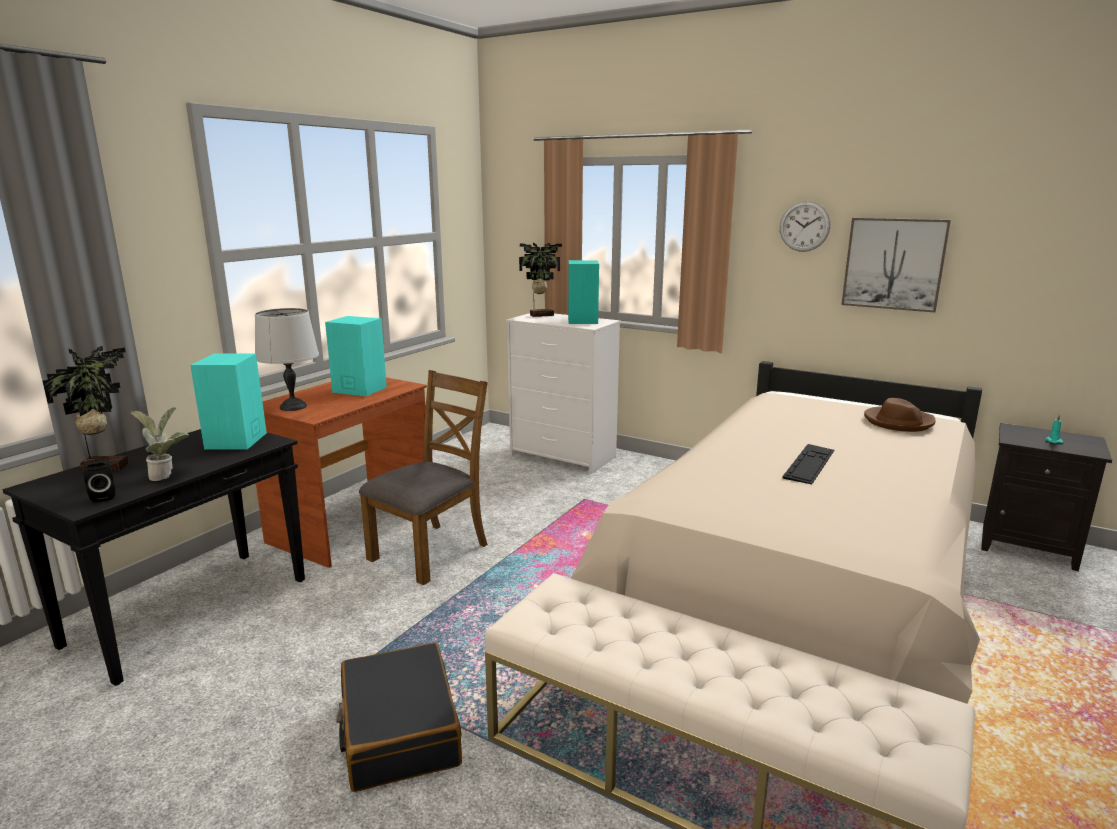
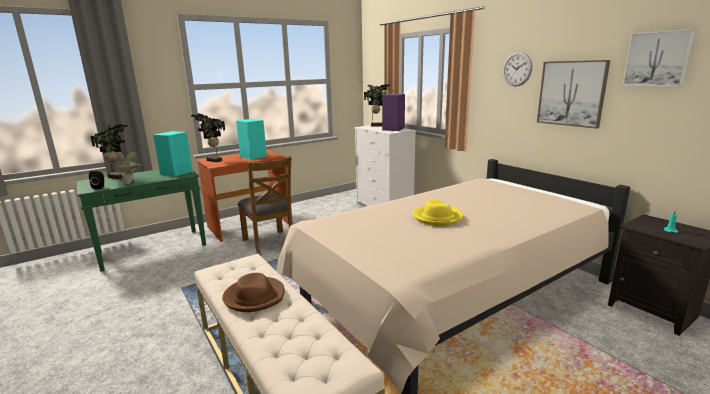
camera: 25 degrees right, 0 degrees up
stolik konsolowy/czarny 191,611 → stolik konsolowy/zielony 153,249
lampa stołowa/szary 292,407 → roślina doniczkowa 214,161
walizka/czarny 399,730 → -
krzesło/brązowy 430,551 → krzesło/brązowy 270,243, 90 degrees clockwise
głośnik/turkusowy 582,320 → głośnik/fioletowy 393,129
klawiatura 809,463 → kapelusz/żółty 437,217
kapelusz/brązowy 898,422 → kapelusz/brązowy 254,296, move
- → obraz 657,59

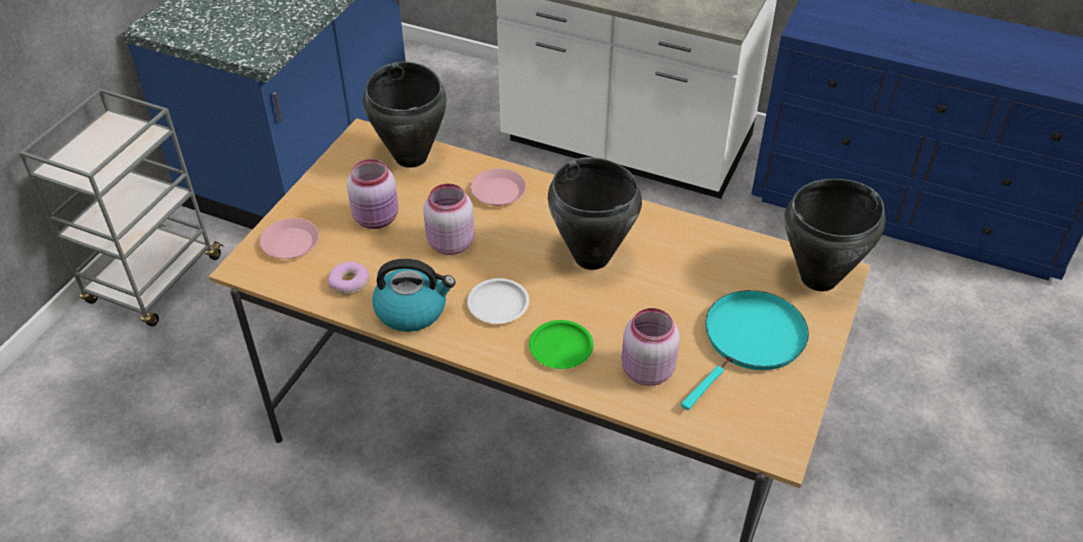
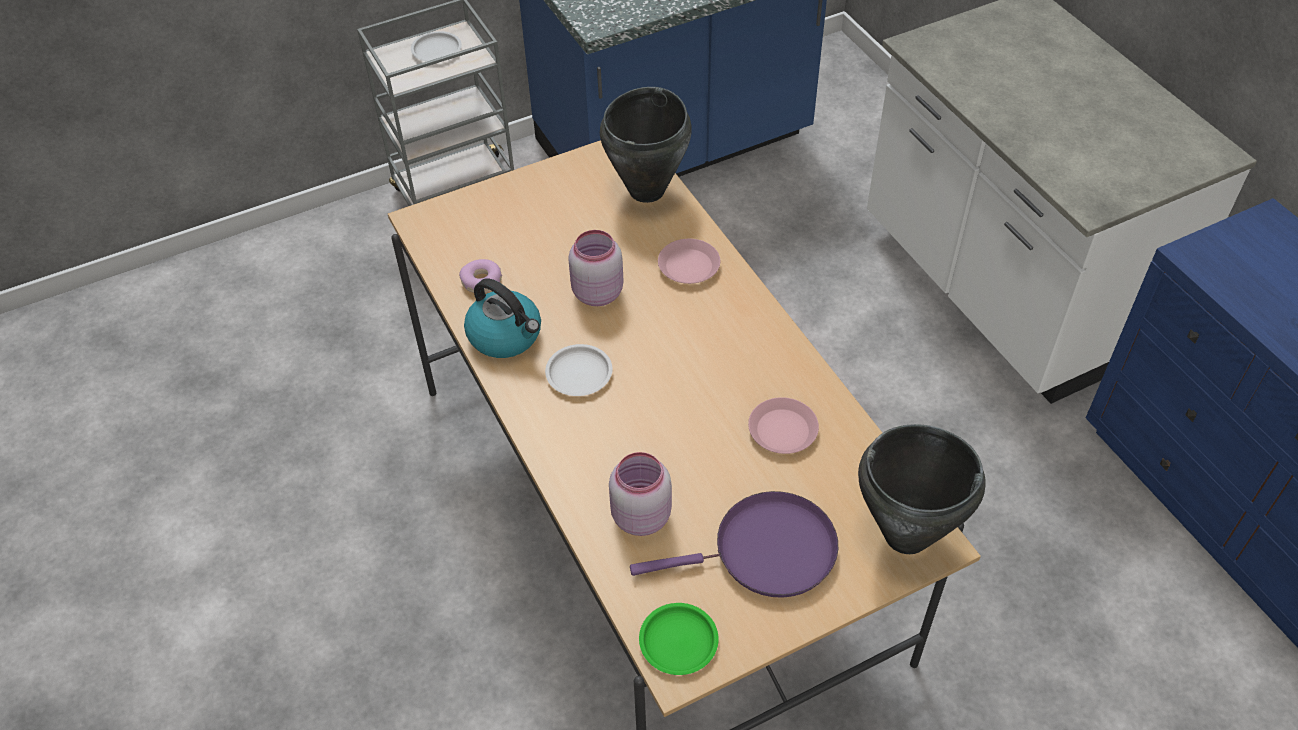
camera: 40 degrees right, 5 degrees up
talerz/różowy 291,243 → talerz/różowy 783,430, move
słoik/różowy 377,218 → -
talerz/zielony 561,348 → talerz/zielony 679,642, move
garnek/czarny 591,258 → -
patelnia/turkusowy 751,341 → patelnia/fioletowy 766,552
- → talerz/biały 437,51

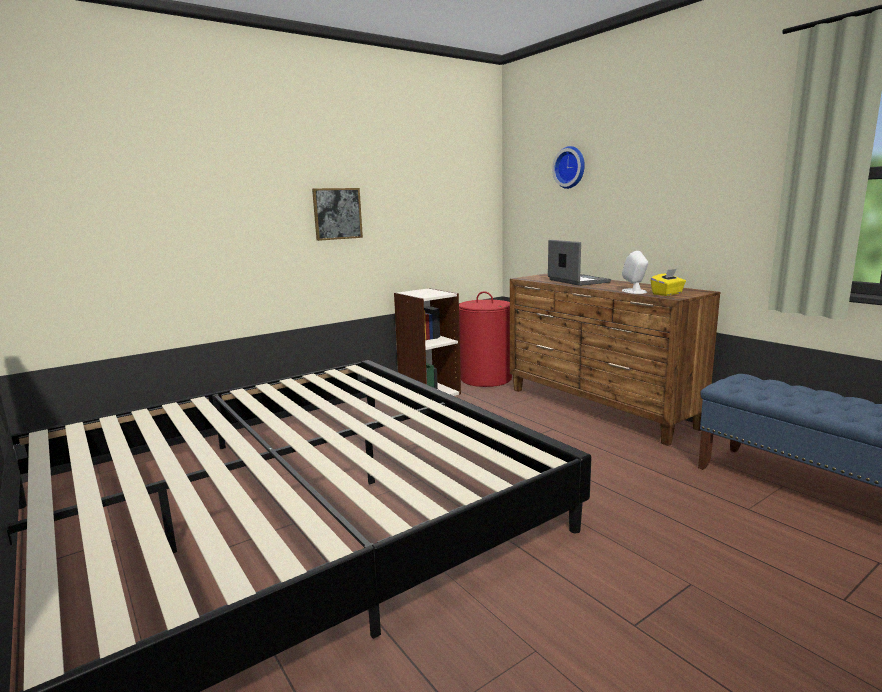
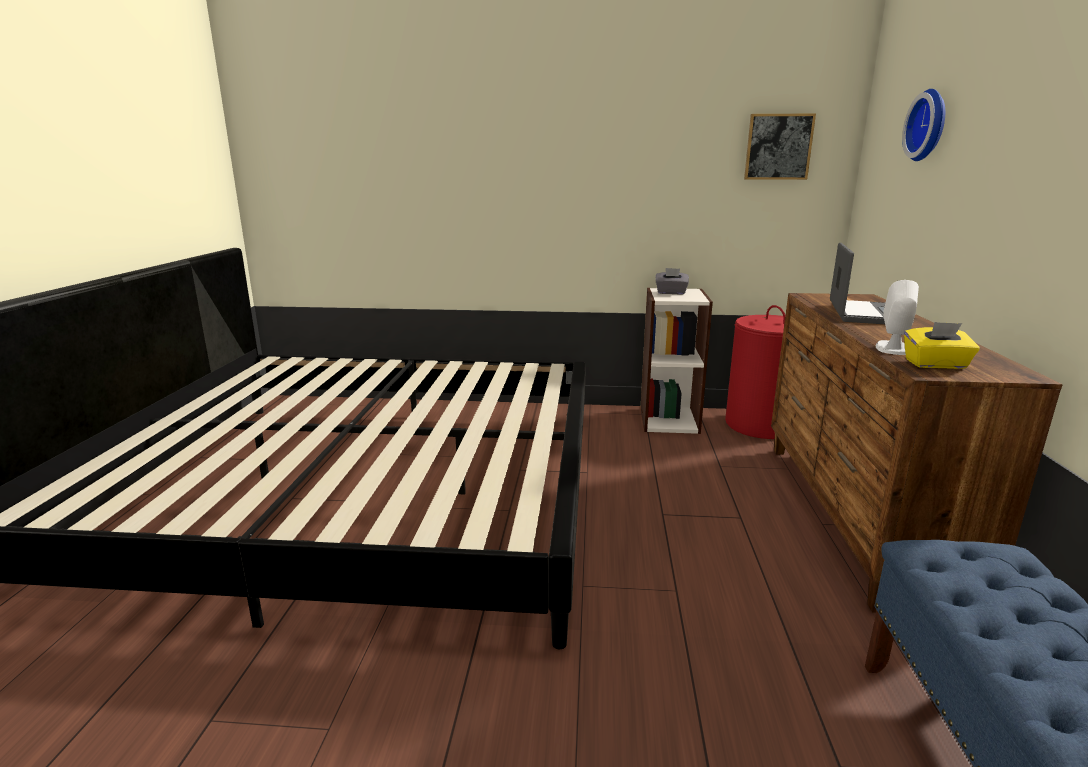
camera: 40 degrees right, 5 degrees up
obraz 337,213 → obraz 778,147, move
- → pudełko chusteczek/szary 671,293

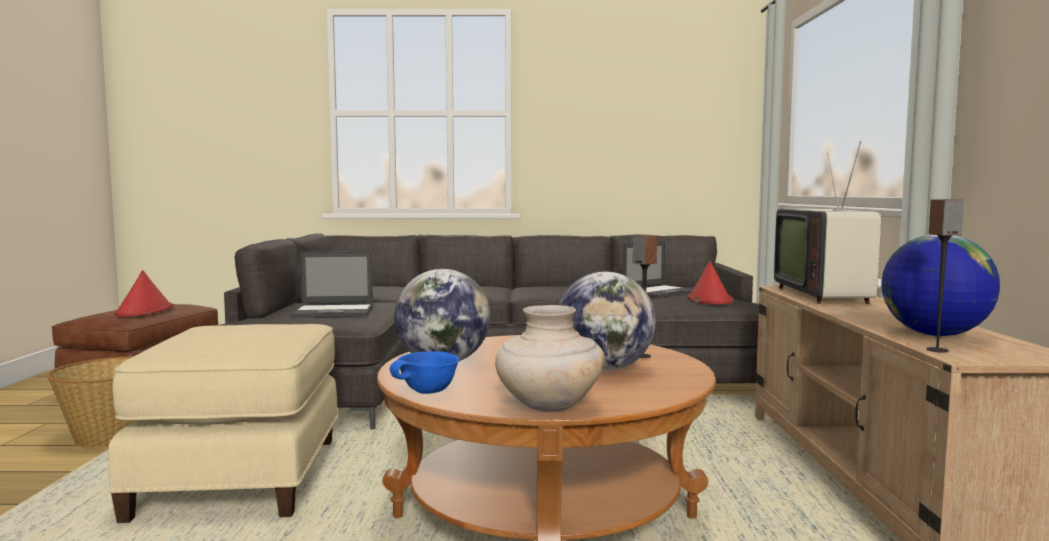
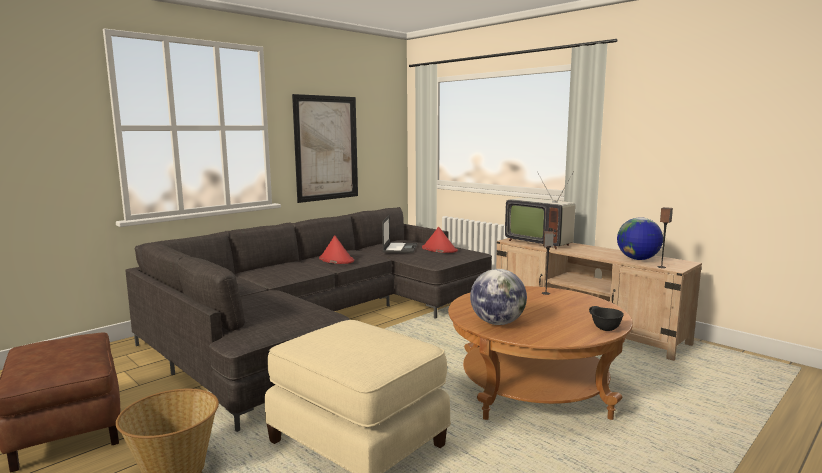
camera: 45 degrees left, 5 degrees up
kapelusz/czerwony 144,311 → kapelusz/czerwony 336,260, move
laptop 334,312 → -
miska/niebieski 427,392 → -
wazon/beżowy 548,406 → miska/czarny 604,329
globus 605,369 → -
- → obraz 326,148

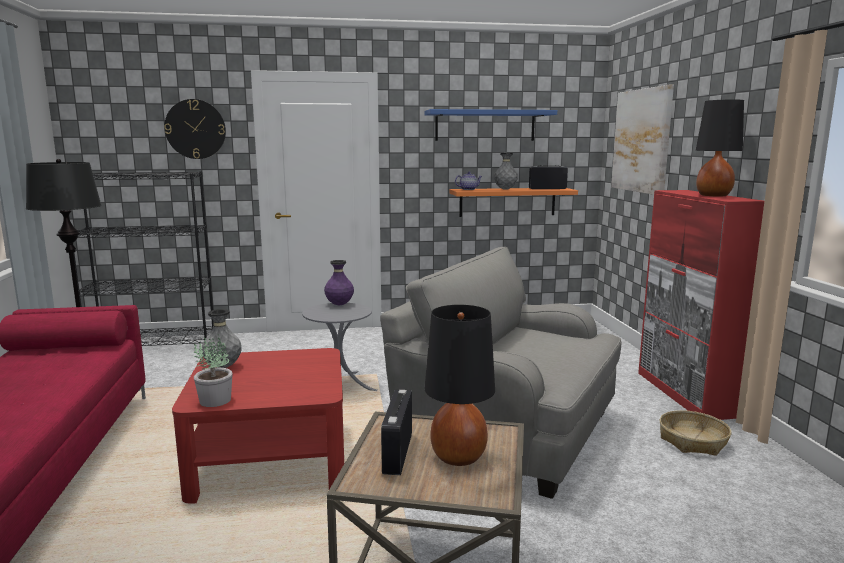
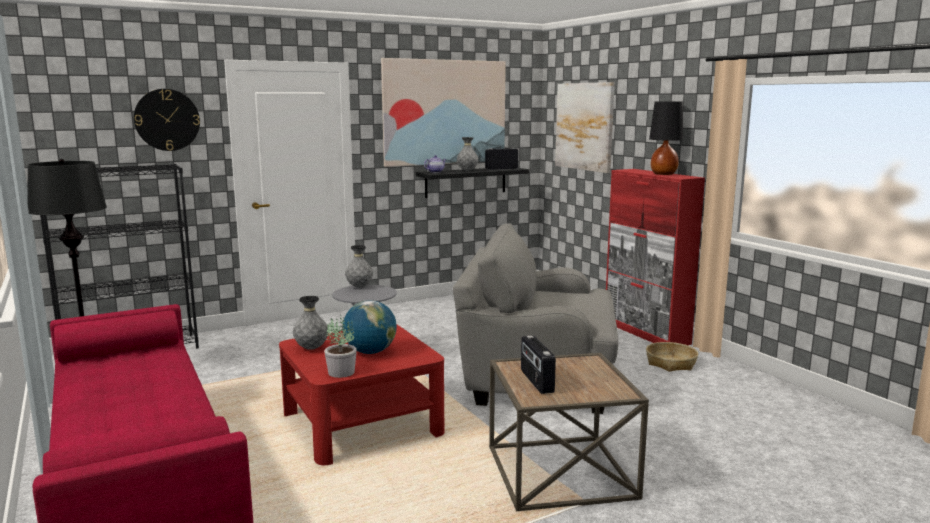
camera: 20 degrees left, 0 degrees up
wazon/fioletowy 339,304 → wazon/szary 359,287
półka/niebieski 485,126 → obraz 445,112
lampa stołowa/czarny 457,457 → -
półka/pomarańczowy 507,202 → półka/czarny 465,182
- → globus 370,352

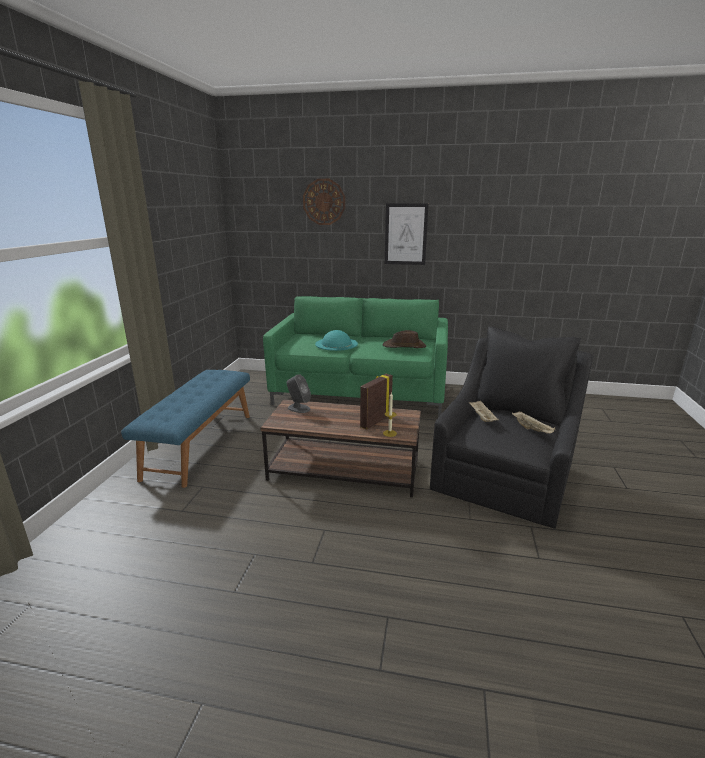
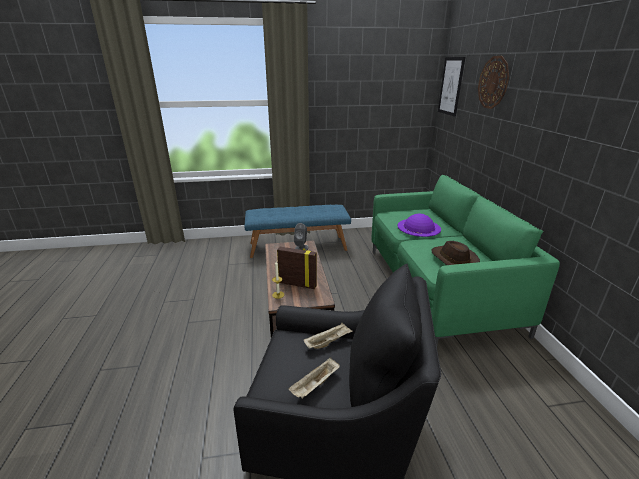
camera: 70 degrees right, 5 degrees up
kapelusz/turkusowy 336,344 → kapelusz/fioletowy 418,227
obraz 405,234 → obraz 451,86, move

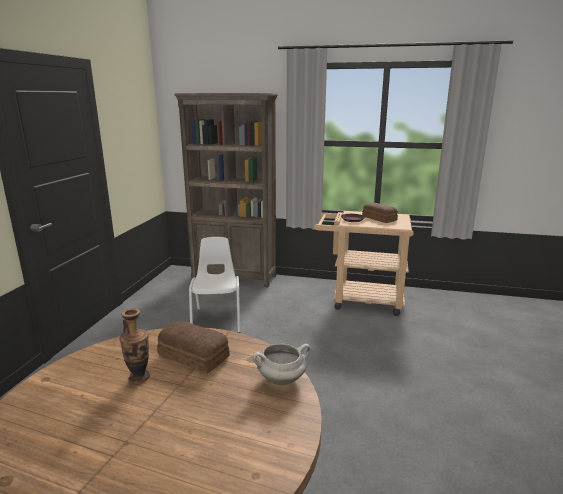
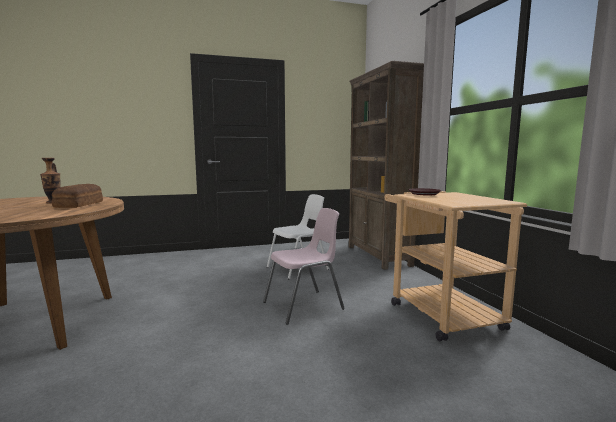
camera: 60 degrees right, 10 degrees down
garnek/biały 282,379 → -
chleb 379,218 → -
- → krzesło/różowy 304,306

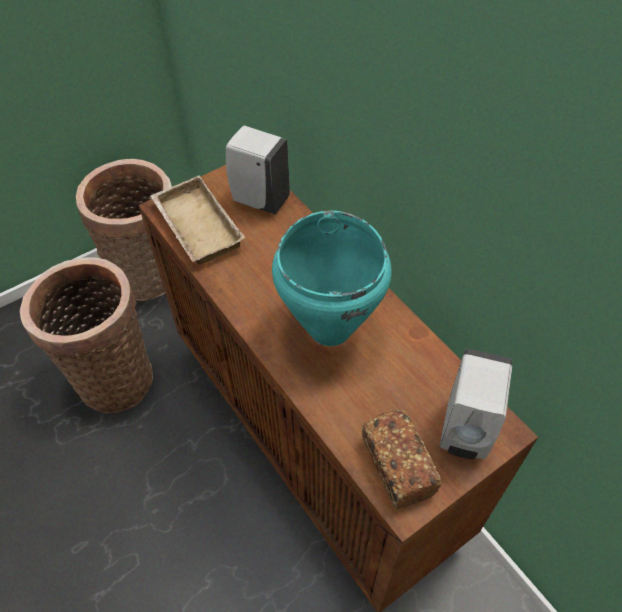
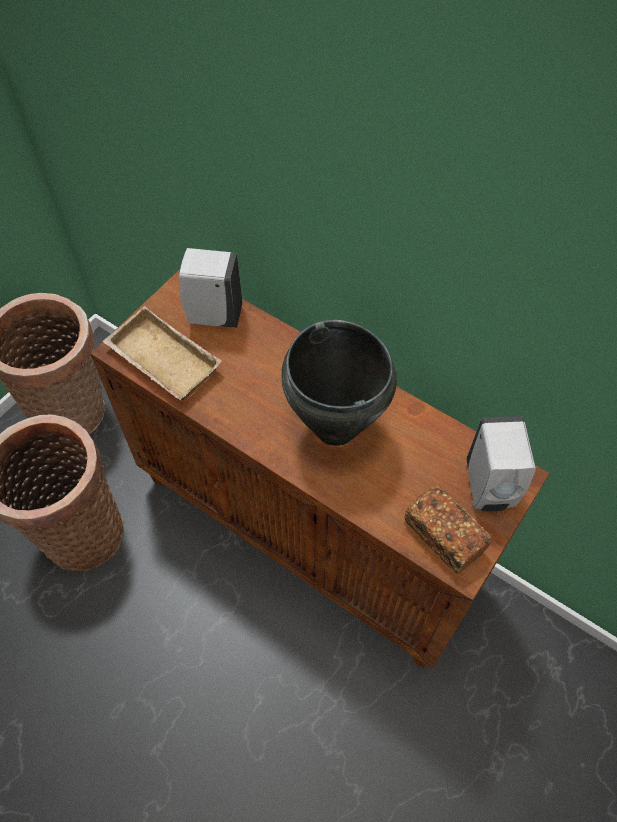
camera: 20 degrees left, 5 degrees up
garnek/turkusowy 329,329 → garnek/czarny 335,429

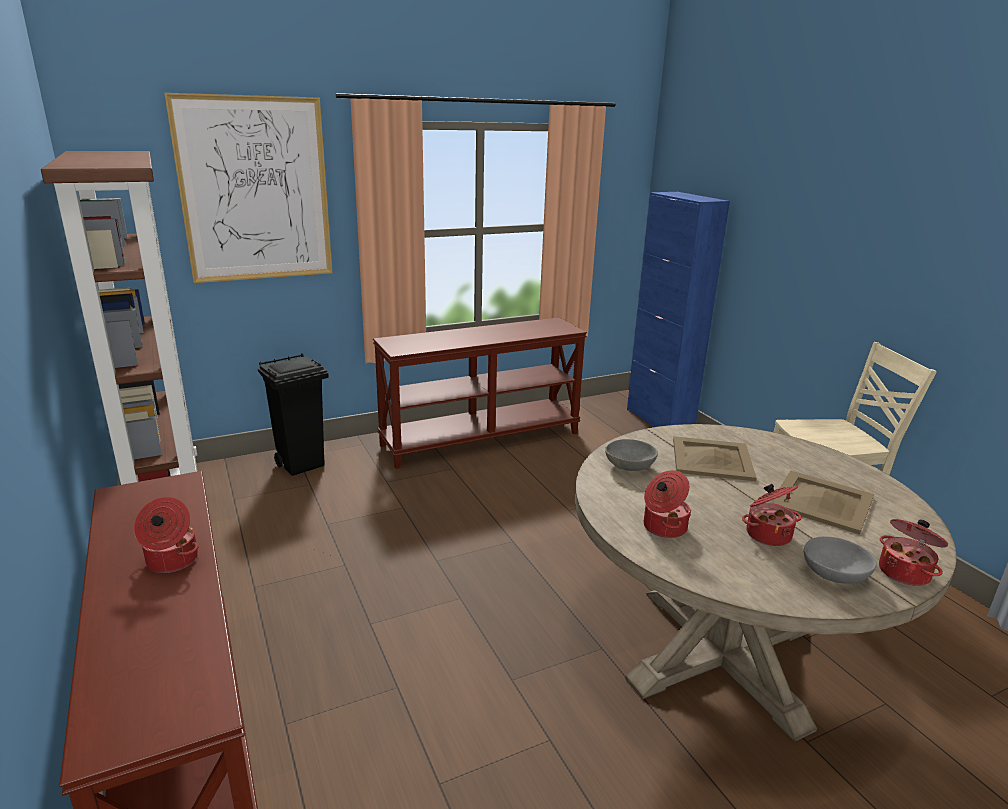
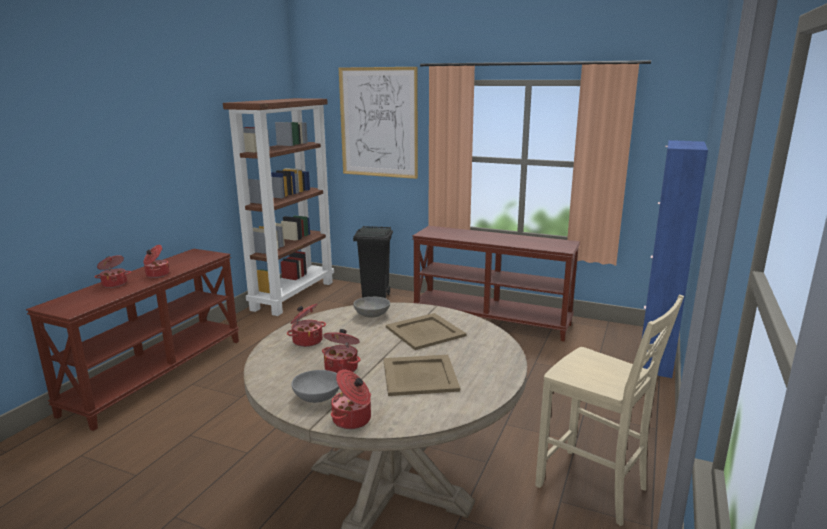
camera: 50 degrees right, 5 degrees down
- → garnek 114,284

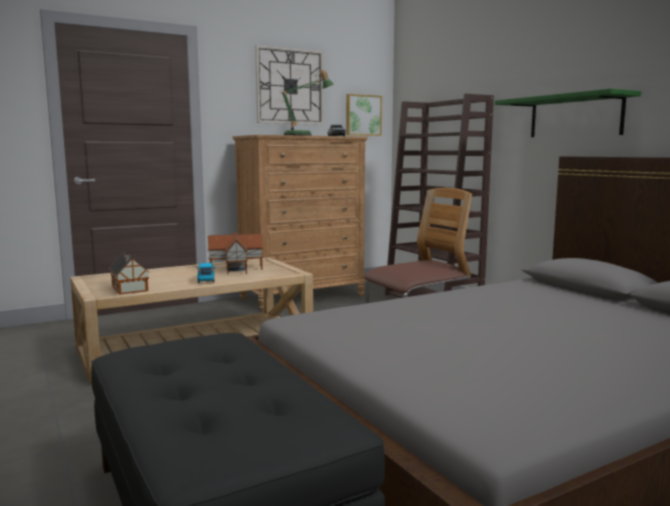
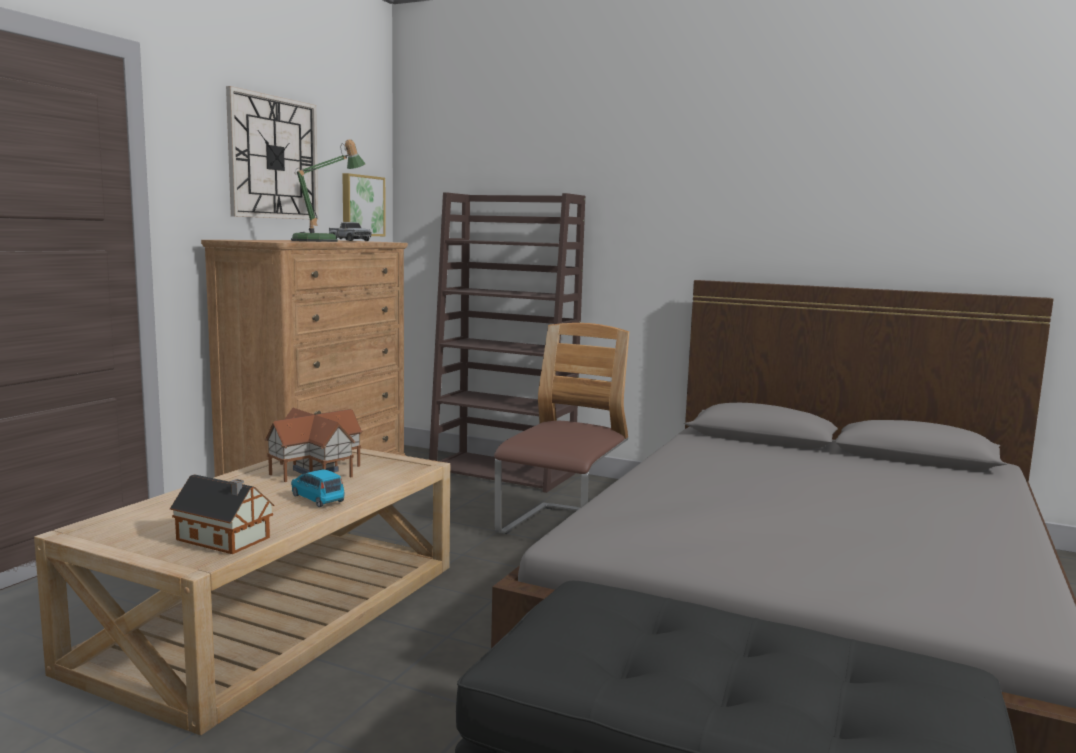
camera: 35 degrees left, 0 degrees up
półka/zielony 575,116 → -

